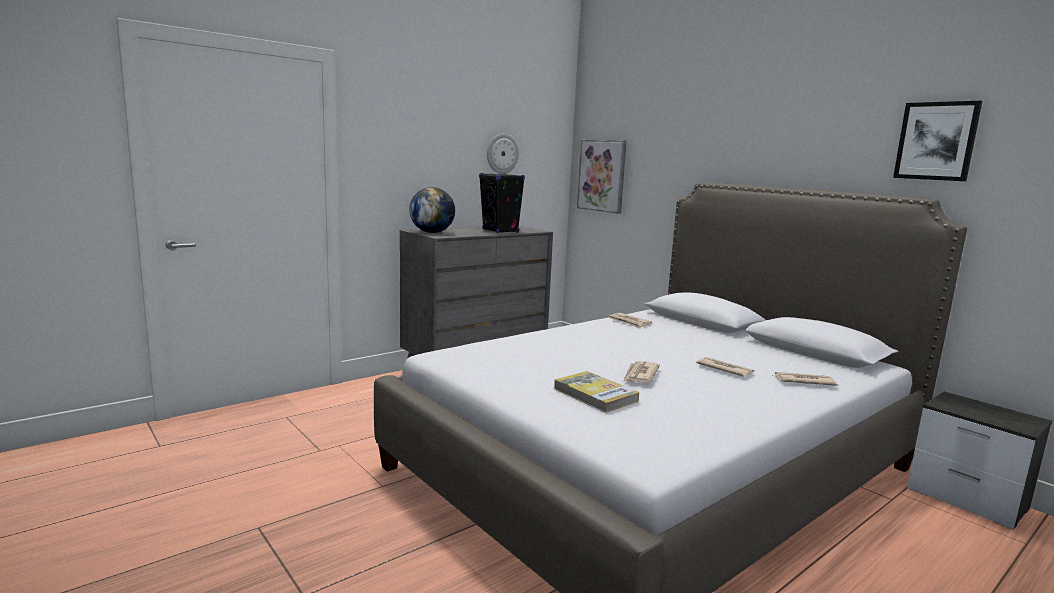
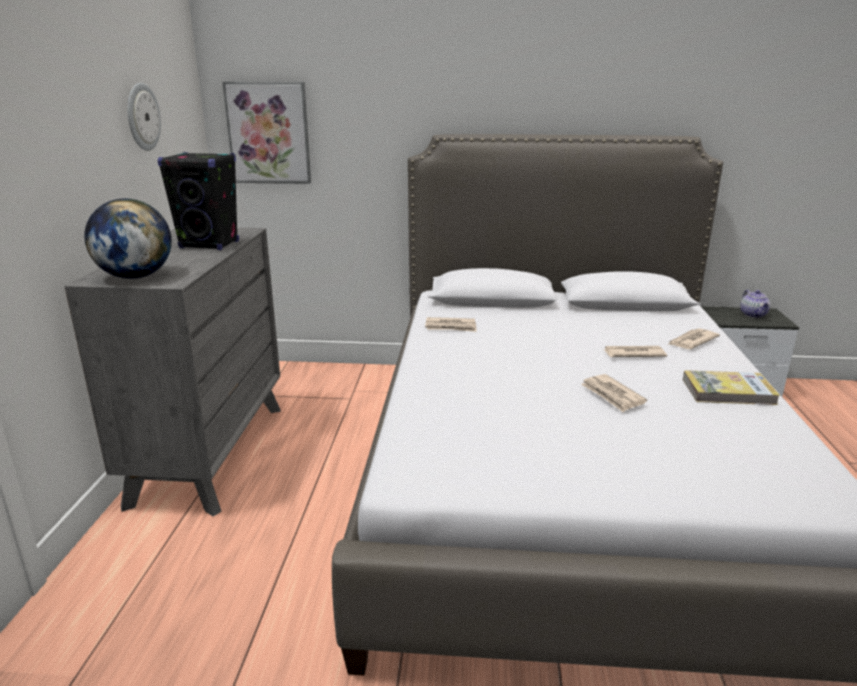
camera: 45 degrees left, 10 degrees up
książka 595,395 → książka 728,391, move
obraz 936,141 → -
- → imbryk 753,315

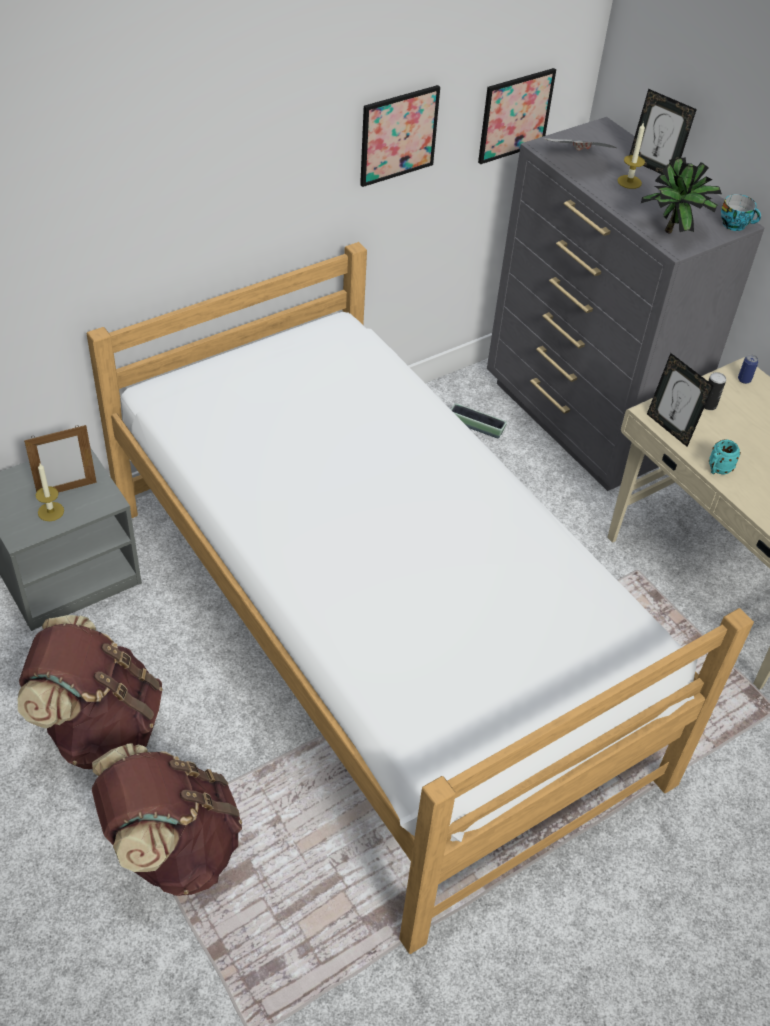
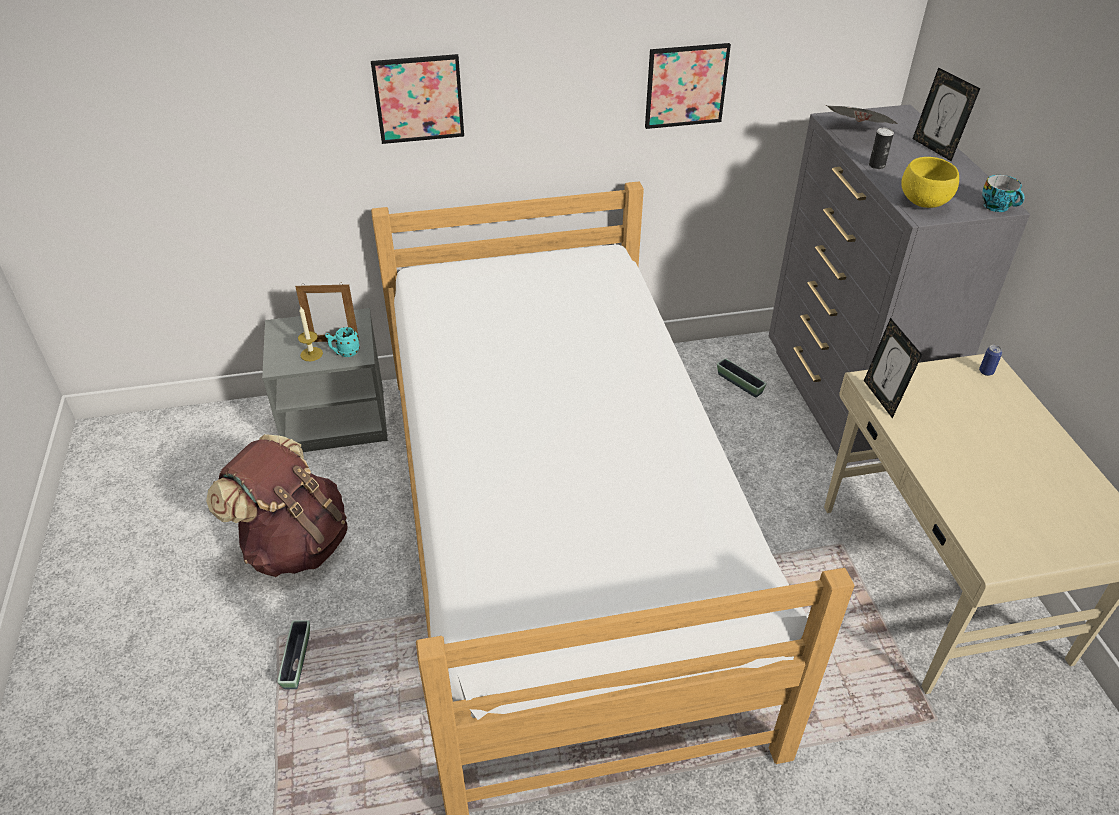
camera: 25 degrees right, 5 degrees down
plecak/brązowy 172,848 → donica 297,660
obraz 515,115 → obraz 418,99, move
świeca 629,182 → -
roślina doniczkowa 673,233 → miska/żółty 925,203
puszka 708,405 → puszka 876,165, move
kubek/turkusowy 717,469 → kubek/turkusowy 345,353, move

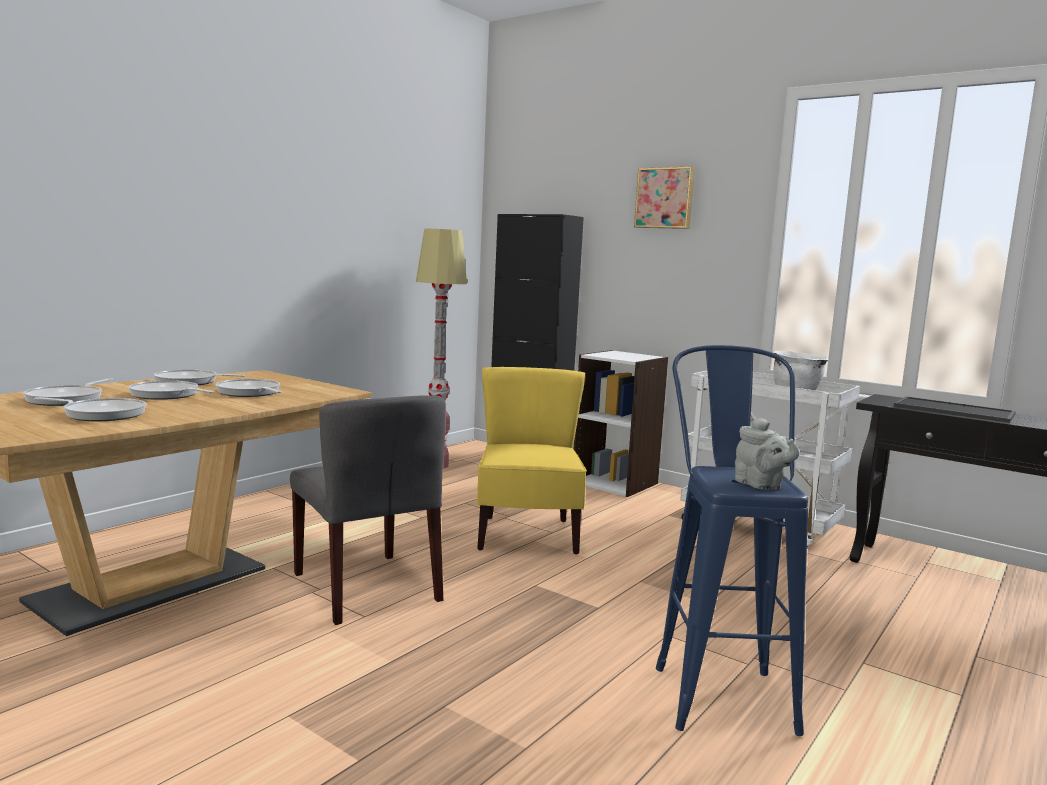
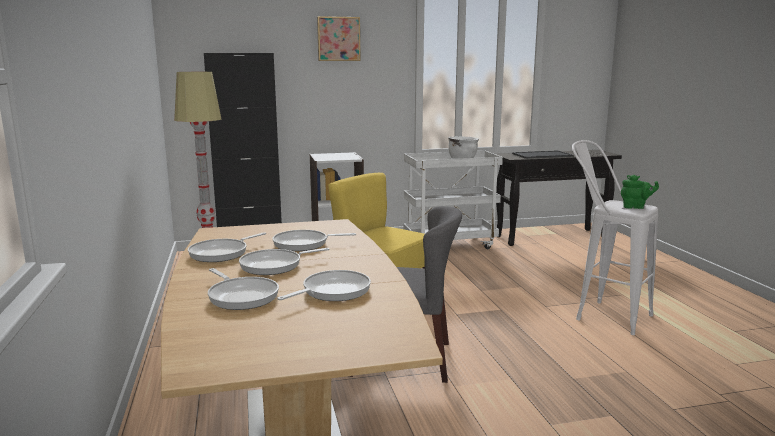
camera: 50 degrees left, 5 degrees up
stołek/niebieski 718,686 → stołek/biały 602,314
imbryk/szary 761,485 → imbryk/zielony 635,207

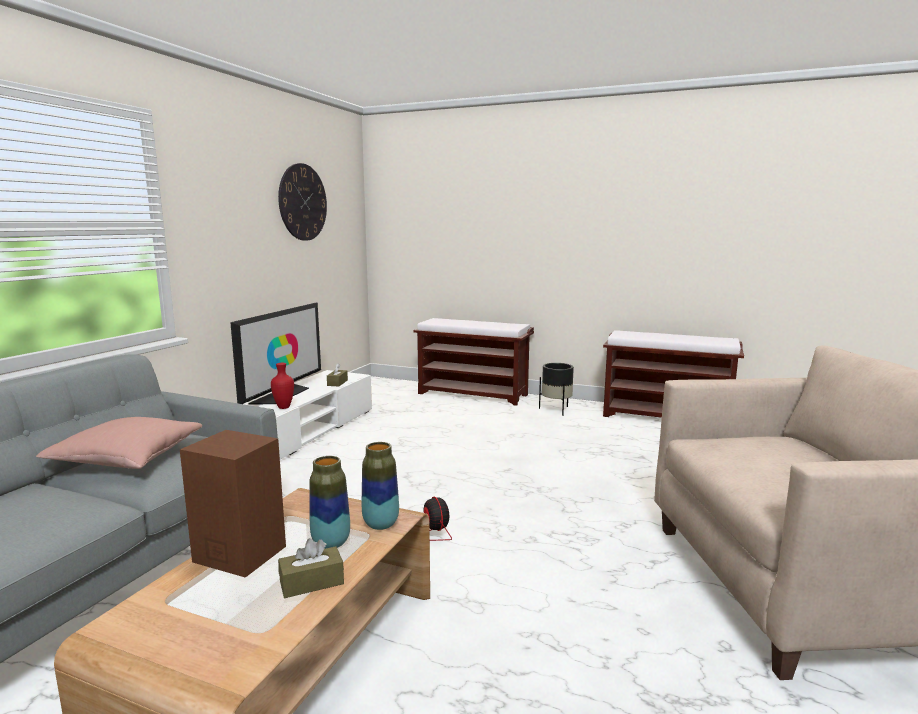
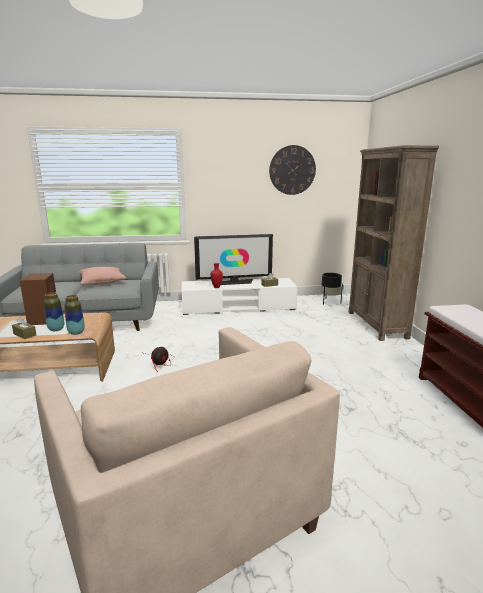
camera: 60 degrees right, 5 degrees up
ławka/brązowy 474,394 → regał/brązowy 377,325
donica/czarny 556,410 → donica/czarny 329,302, move

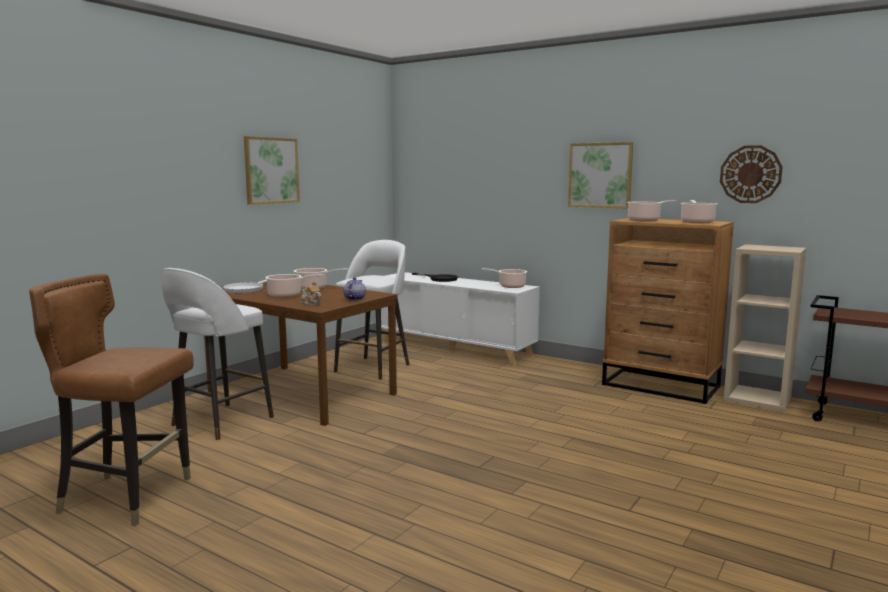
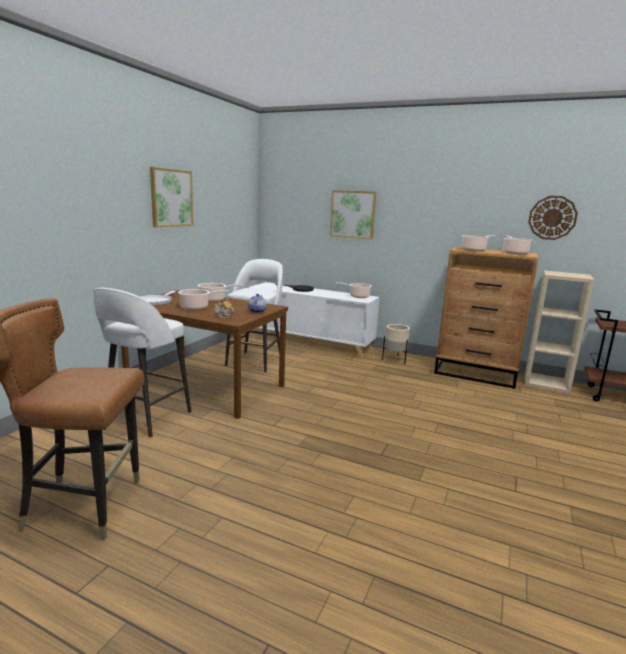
camera: 10 degrees left, 5 degrees up
obraz 600,175 → obraz 352,214, move
- → donica/beżowy 395,359

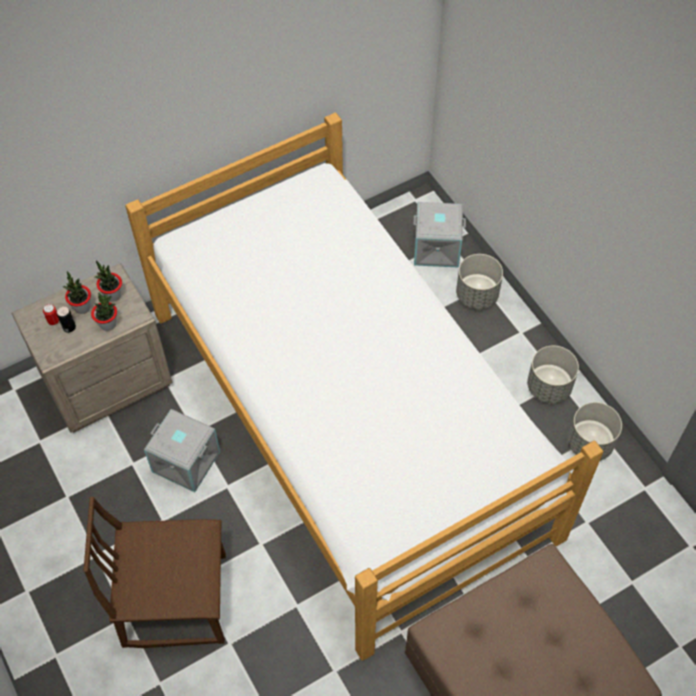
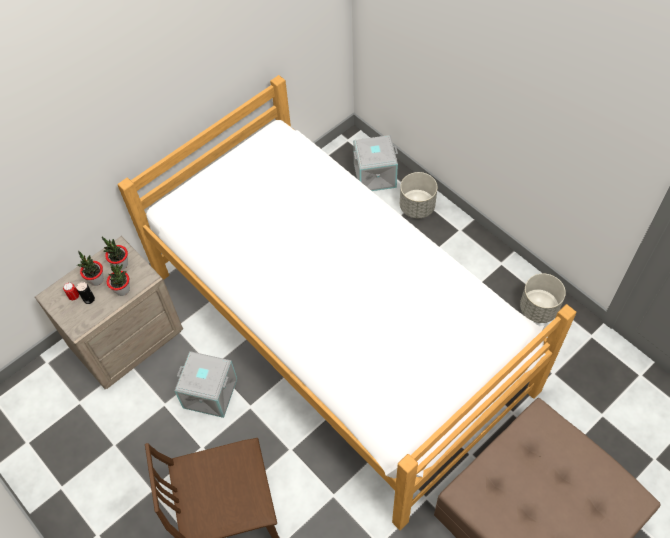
camera: 10 degrees left, 0 degrees up
donica/szary 549,387 → -

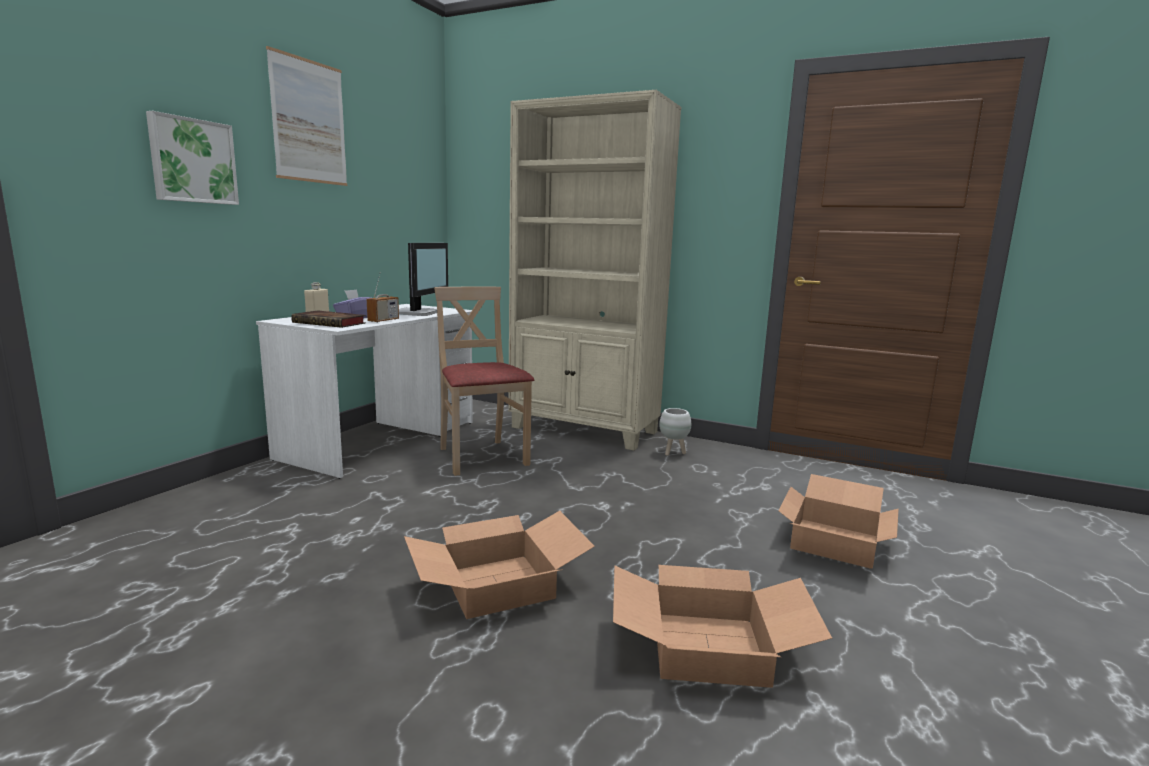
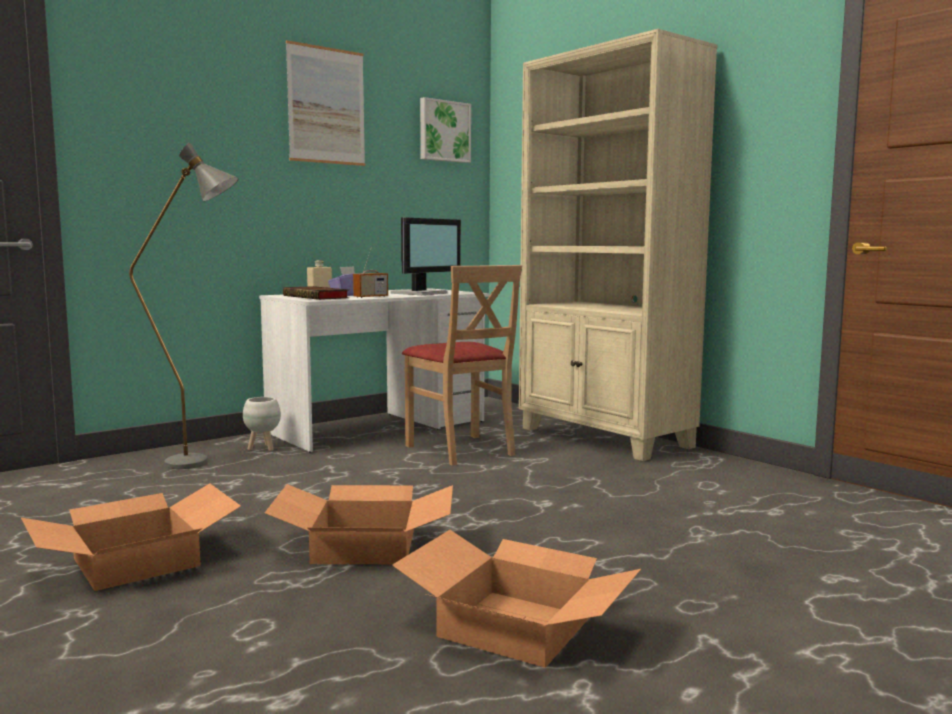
camera: 25 degrees right, 5 degrees down
obraz 192,161 → obraz 444,131, move
krzesło/beżowy 481,457 → krzesło/beżowy 461,450, 150 degrees clockwise
donica/biały 673,452 → donica/biały 263,449, move
karton 832,541 → karton 137,561, move
- → lampa stojąca/szary 202,463

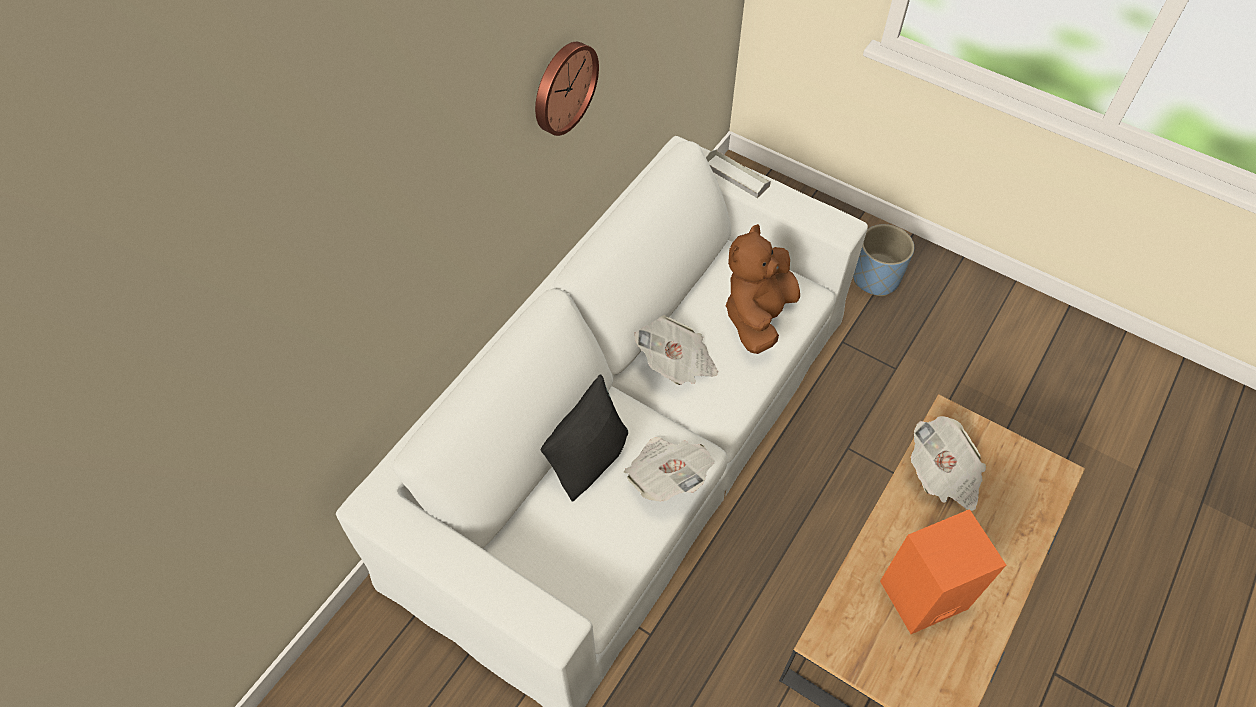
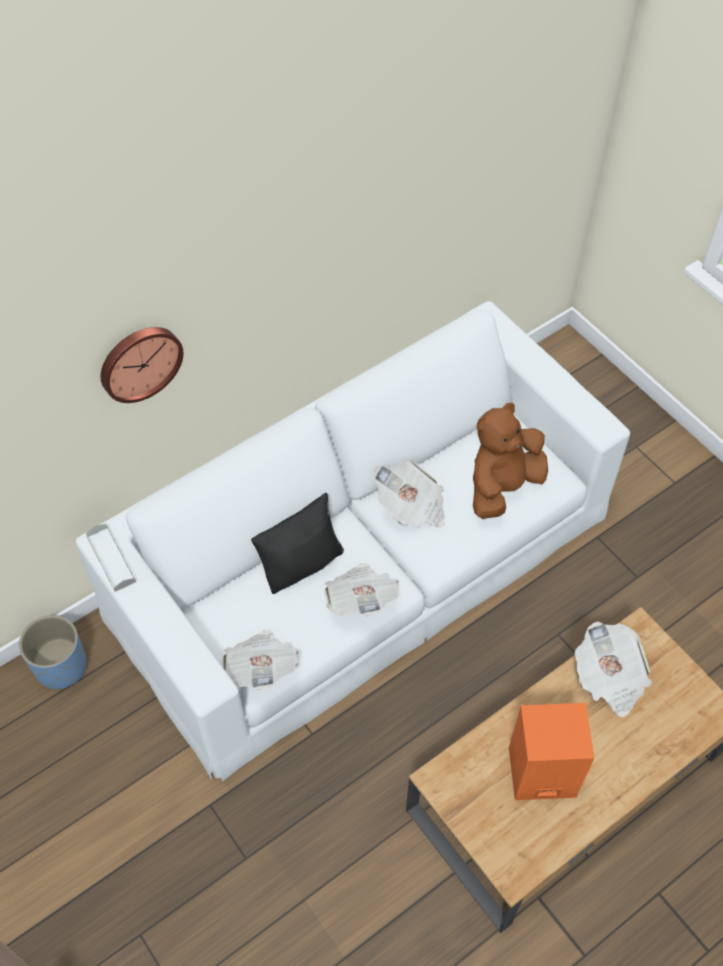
camera: 20 degrees right, 0 degrees up
zegar ścienny 563,87 → zegar ścienny 139,362, move
taca/szary 736,176 → taca/szary 111,559, move
donica/niebieski 875,278 → donica/niebieski 61,666, move
- → gazeta 260,668

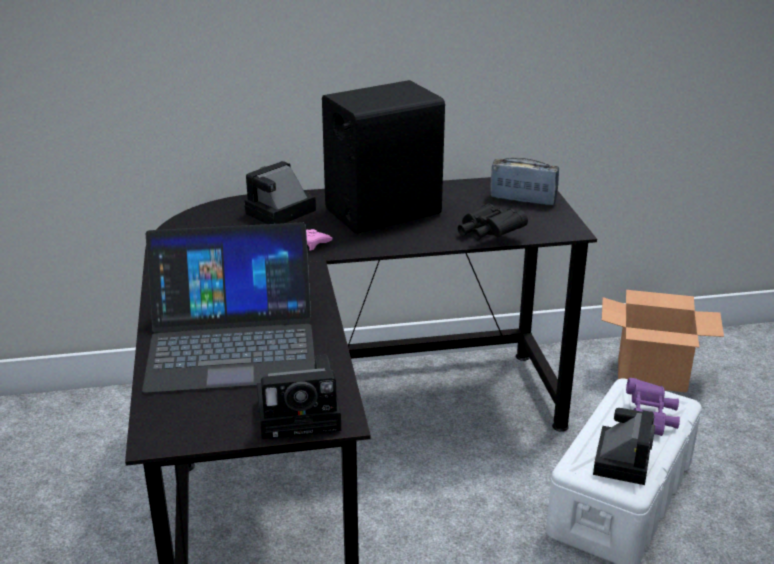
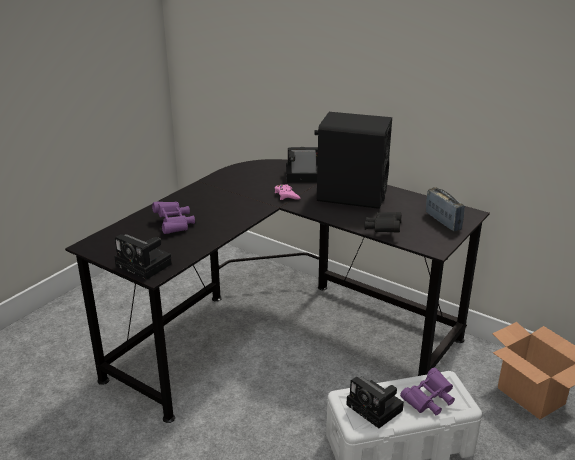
camera: 45 degrees right, 0 degrees up
laptop 232,344 → lornetka/fioletowy 174,224
aparat fotograficzny 621,458 → aparat fotograficzny 376,408, 75 degrees clockwise

